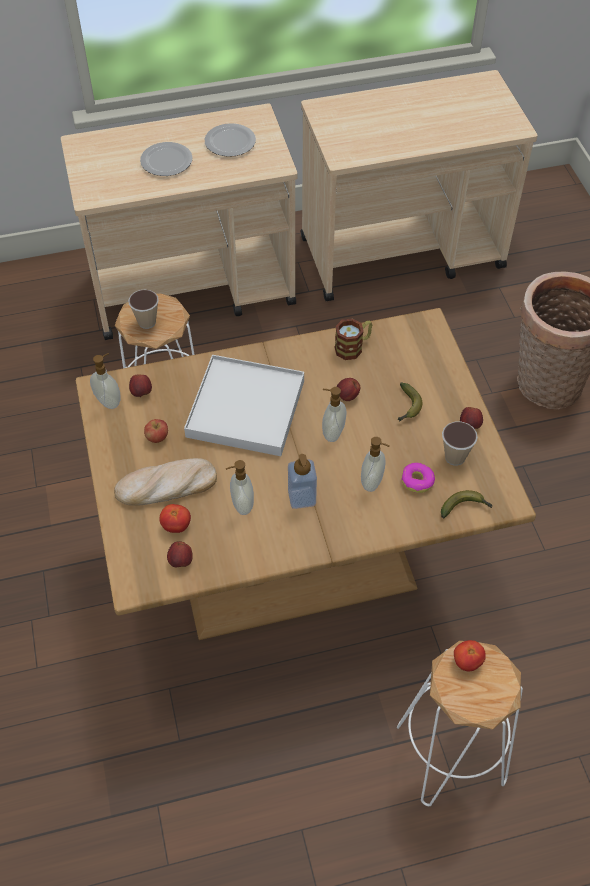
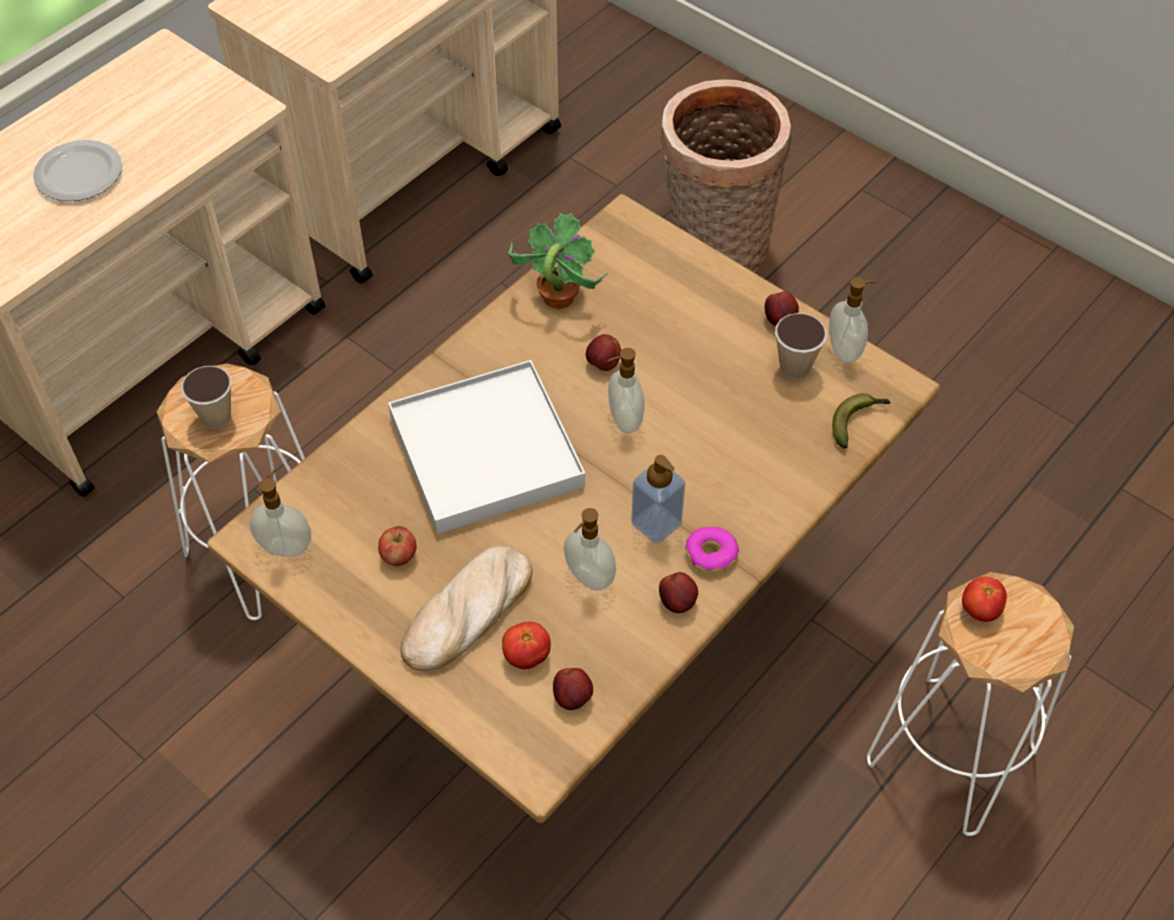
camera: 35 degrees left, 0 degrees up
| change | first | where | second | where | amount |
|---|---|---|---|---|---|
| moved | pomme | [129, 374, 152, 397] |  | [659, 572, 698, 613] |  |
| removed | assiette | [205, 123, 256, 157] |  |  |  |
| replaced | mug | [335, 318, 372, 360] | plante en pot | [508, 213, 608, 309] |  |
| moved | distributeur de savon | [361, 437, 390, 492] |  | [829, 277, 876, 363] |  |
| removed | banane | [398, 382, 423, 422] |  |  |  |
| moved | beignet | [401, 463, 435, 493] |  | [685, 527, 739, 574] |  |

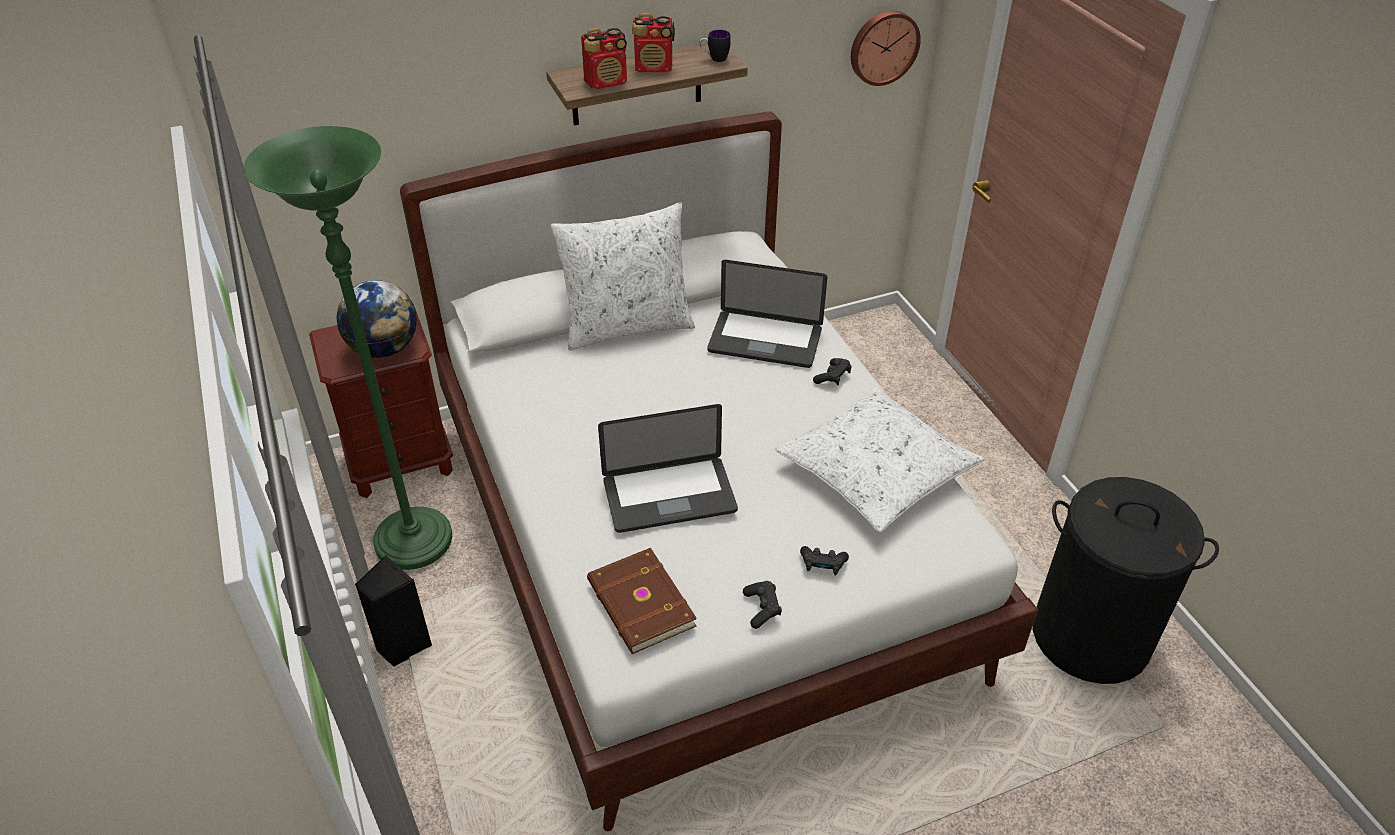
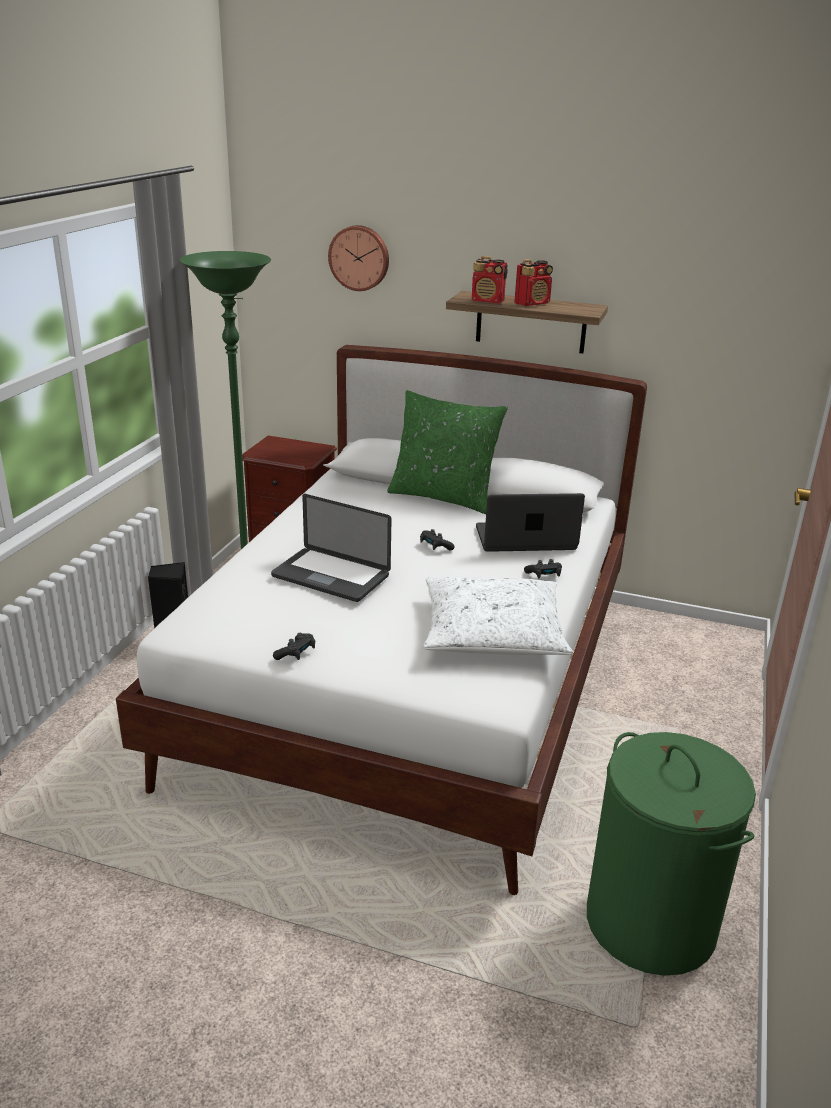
camera: 40 degrees right, 15 degrees down
| change | first | where | second | where | amount |
|---|---|---|---|---|---|
| removed | globe | [336, 280, 417, 358] |  |  |  |
| recoloured | coussin (blanc) | [551, 203, 695, 351] | coussin (vert) | [387, 390, 508, 514] |  |
| removed | livre (marron) | [587, 548, 697, 654] |  |  |  |
| turned | radio | [632, 13, 675, 72] |  | [514, 259, 553, 306] | 75 degrees counterclockwise |
| removed | mug | [699, 30, 731, 62] |  |  |  |
| turned | ordinateur portable | [707, 260, 827, 368] |  | [476, 493, 585, 552] | 120 degrees clockwise |
| moved | manette (noir) | [800, 546, 849, 576] |  | [420, 529, 454, 551] |  |
| moved | horloge murale | [851, 11, 921, 86] |  | [328, 225, 389, 291] |  |
| recoloured | panier à linge (noir) | [1033, 477, 1219, 684] | panier à linge (vert) | [587, 732, 756, 976] |  |

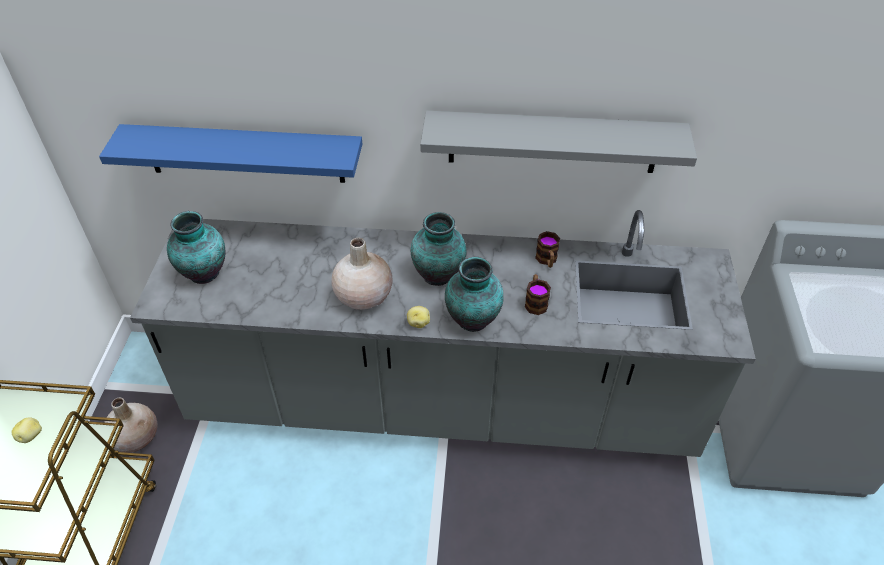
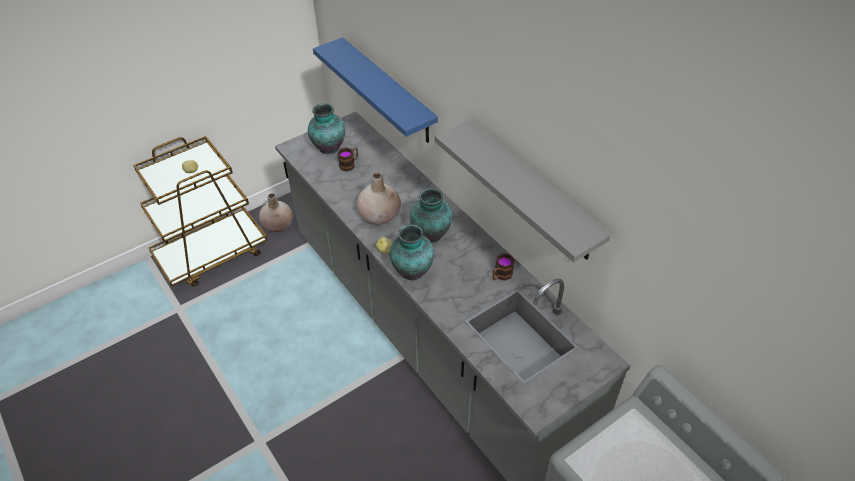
camera: 50 degrees right, 0 degrees up
| change | first | where | second | where | amount |
|---|---|---|---|---|---|
| moved | mug | [525, 274, 551, 315] |  | [337, 147, 358, 172] |  |

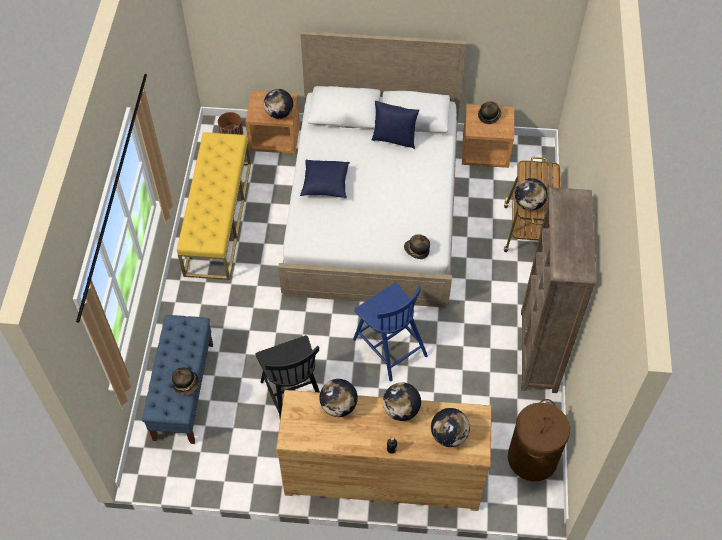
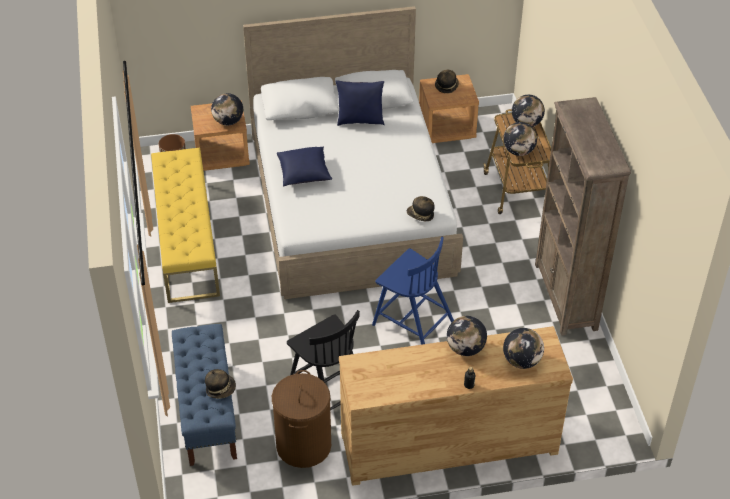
camera: 15 degrees left, 10 degrees down
| change | first | where | second | where | amount |
|---|---|---|---|---|---|
| moved | globe | [319, 379, 358, 417] |  | [512, 95, 545, 127] |  |
| moved | panier à linge (marron) | [508, 399, 570, 482] |  | [272, 370, 331, 468] |  |

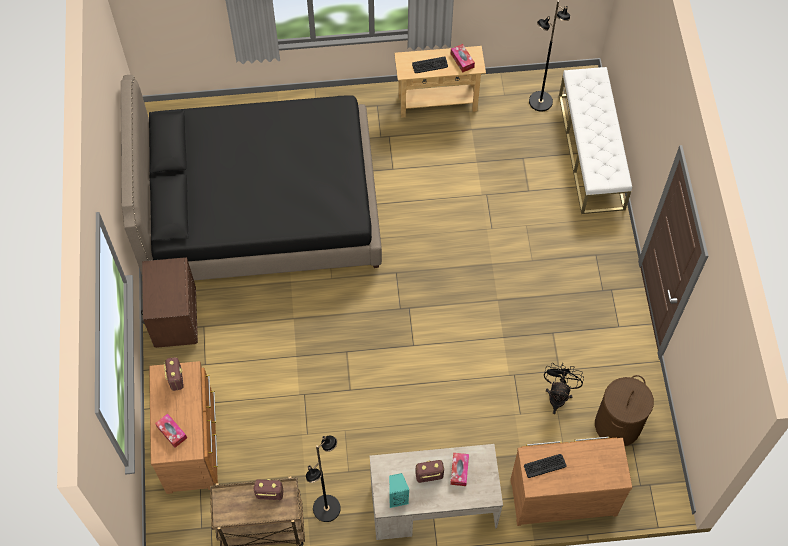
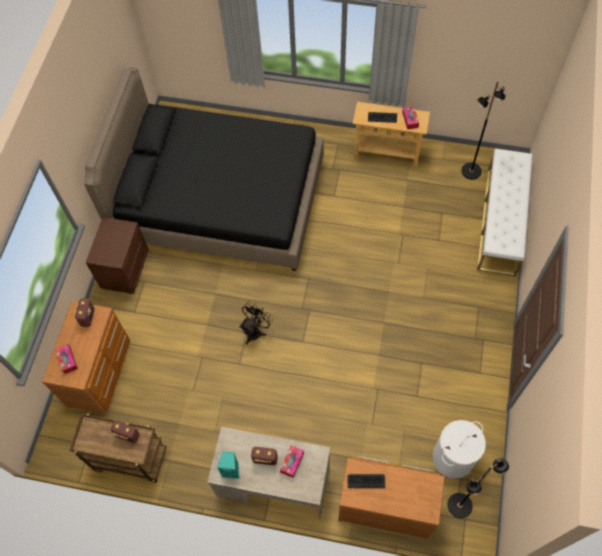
camera: 20 degrees right, 0 degrees up
| change | first | where | second | where | amount |
|---|---|---|---|---|---|
| moved | lampadaire (noir) | [306, 435, 341, 522] |  | [448, 458, 509, 518] |  |
| moved | ventilateur (noir) | [544, 363, 584, 414] |  | [239, 301, 273, 344] |  |
| recoloured | panier à linge (marron) | [595, 375, 654, 446] | panier à linge (blanc) | [433, 420, 486, 479] |  |

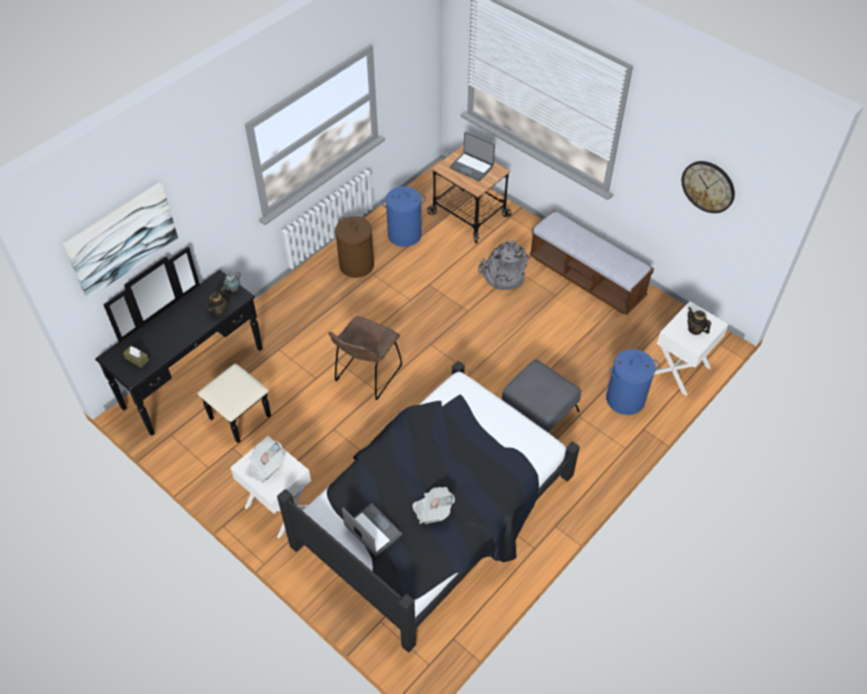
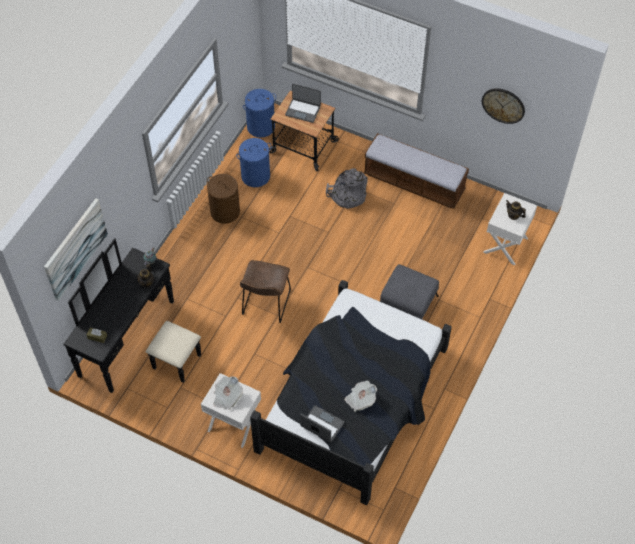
camera: 15 degrees left, 5 degrees up
| change | first | where | second | where | amount |
|---|---|---|---|---|---|
| moved | panier à linge (bleu) | [606, 349, 659, 415] |  | [243, 89, 276, 138] |  |

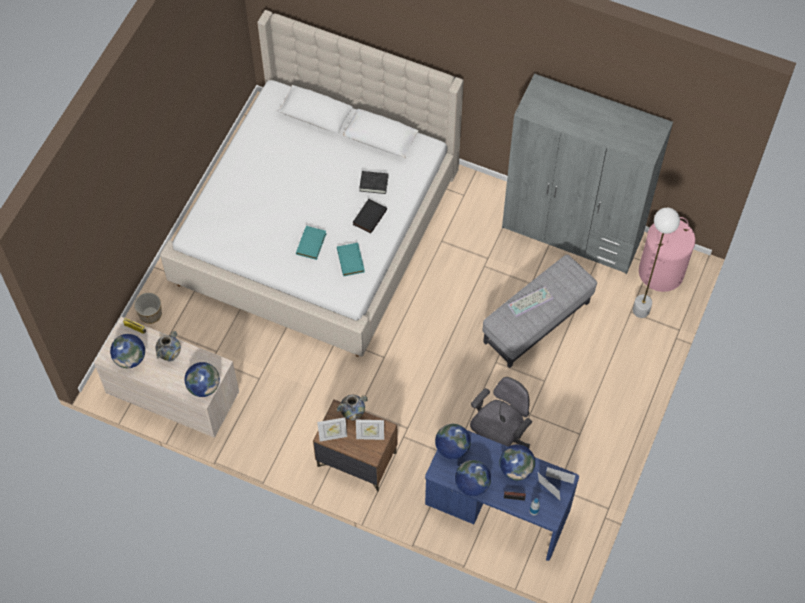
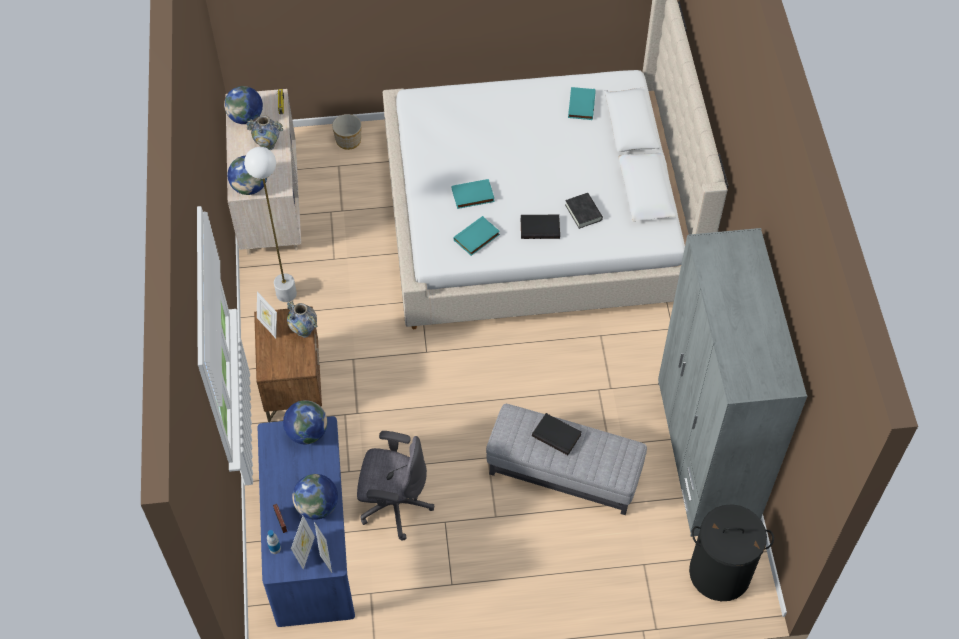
camera: 60 degrees right, 5 degrees down
| change | first | where | second | where | amount |
|---|---|---|---|---|---|
| removed | cadre photo | [356, 420, 384, 440] |  |  |  |
| removed | globe | [455, 460, 491, 496] |  |  |  |
| replaced | clavier | [508, 286, 554, 318] | livre (noir) | [532, 413, 582, 455] |  |
| moved | lampadaire (blanc) | [633, 208, 680, 318] |  | [244, 147, 297, 302] |  |
| recoloured | panier à linge (rose) | [639, 217, 695, 292] | panier à linge (noir) | [689, 504, 774, 601] |  |
| added |  |  | livre (turquoise) | [568, 87, 596, 120] |  |

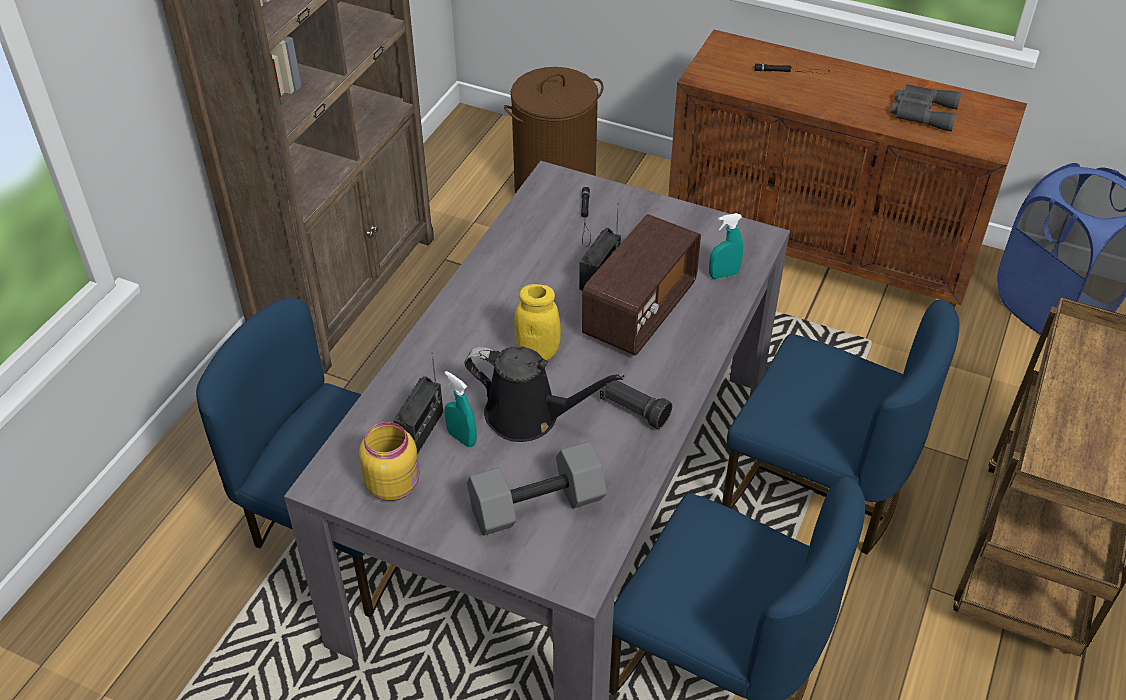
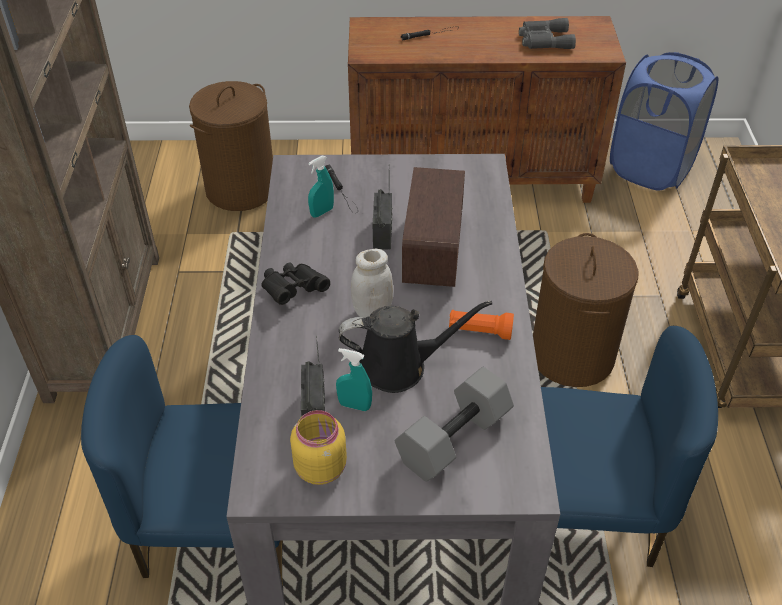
camera: 25 degrees left, 0 degrees up
| change | first | where | second | where | amount |
|---|---|---|---|---|---|
| recoloured | bocal (jaune) | [514, 284, 561, 361] | bocal (blanc) | [351, 249, 393, 318] |  |
| recoloured | lampe de poche (noir) | [600, 380, 672, 429] | lampe de poche (orange) | [449, 310, 514, 340] |  |
| moved | vaporisateur (turquoise) | [709, 213, 743, 279] |  | [308, 156, 334, 218] |  |
| replaced | chaise (bleu) | [722, 300, 960, 554] | panier à linge (marron) | [533, 233, 639, 387] |  |
| added |  |  | jumelles (noir) | [261, 262, 330, 305] |  |

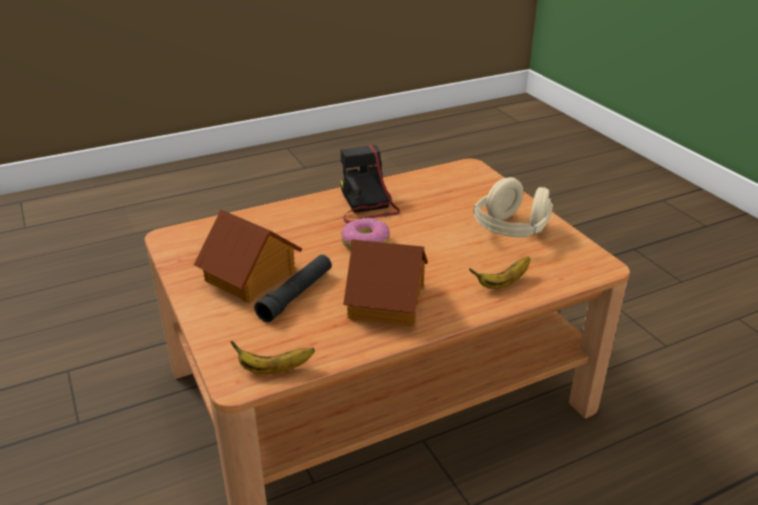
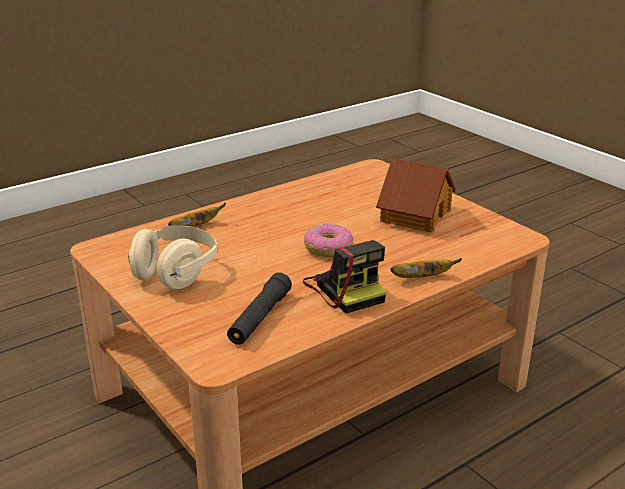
camera: 170 degrees right, 5 degrees down
| change | first | where | second | where | amount |
|---|---|---|---|---|---|
| moved | banane | [230, 341, 315, 374] |  | [391, 258, 462, 278] |  |
| moved | lampe de poche (noir) | [254, 255, 332, 322] |  | [227, 272, 292, 345] |  |
| removed | maison miniature | [343, 239, 427, 327] |  |  |  |

